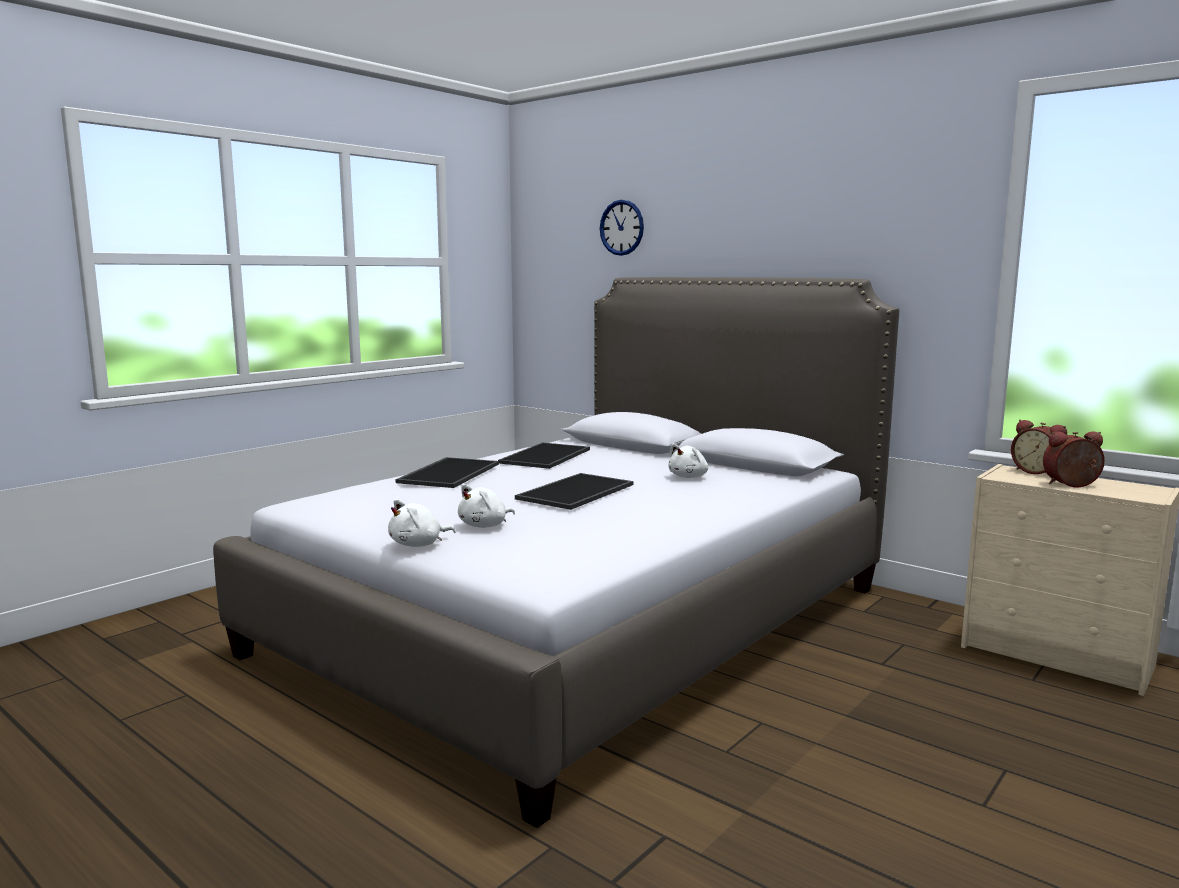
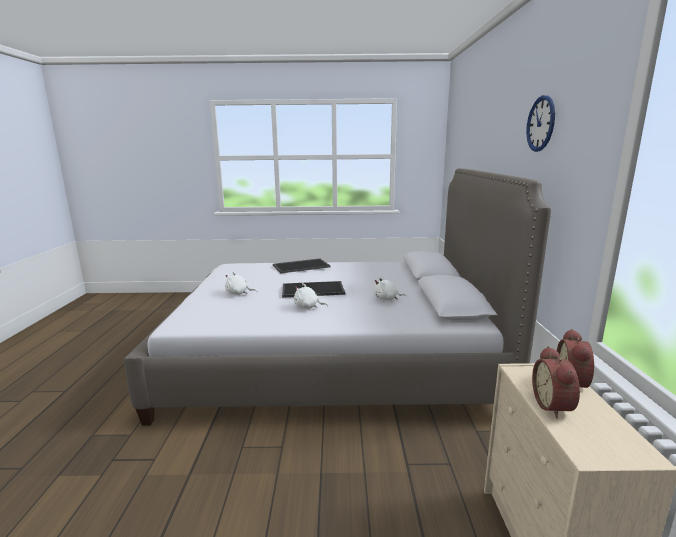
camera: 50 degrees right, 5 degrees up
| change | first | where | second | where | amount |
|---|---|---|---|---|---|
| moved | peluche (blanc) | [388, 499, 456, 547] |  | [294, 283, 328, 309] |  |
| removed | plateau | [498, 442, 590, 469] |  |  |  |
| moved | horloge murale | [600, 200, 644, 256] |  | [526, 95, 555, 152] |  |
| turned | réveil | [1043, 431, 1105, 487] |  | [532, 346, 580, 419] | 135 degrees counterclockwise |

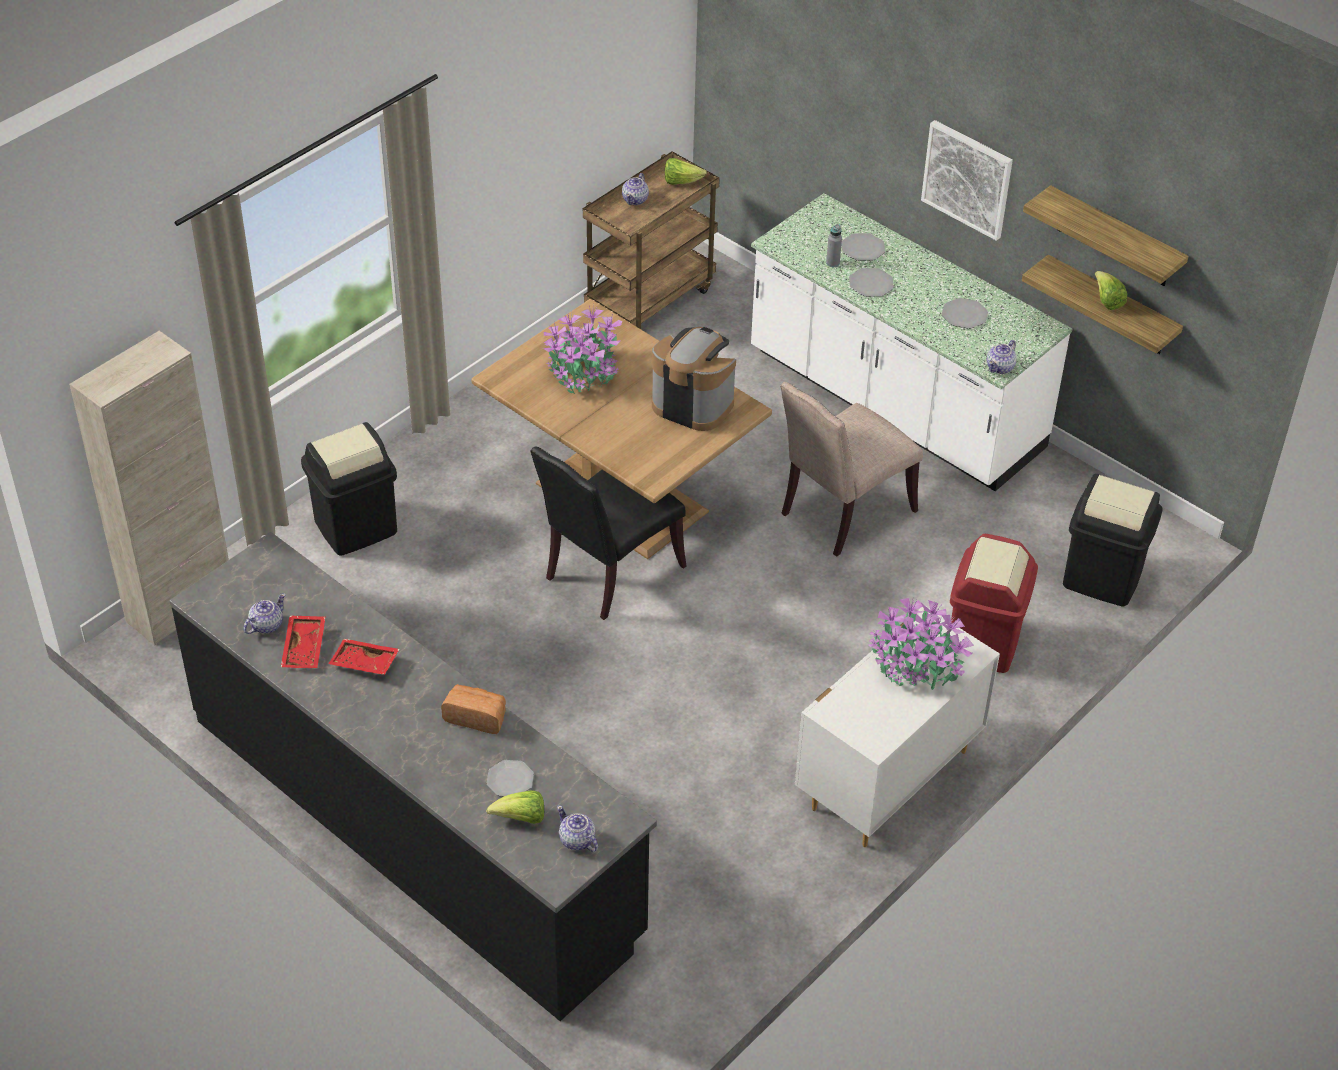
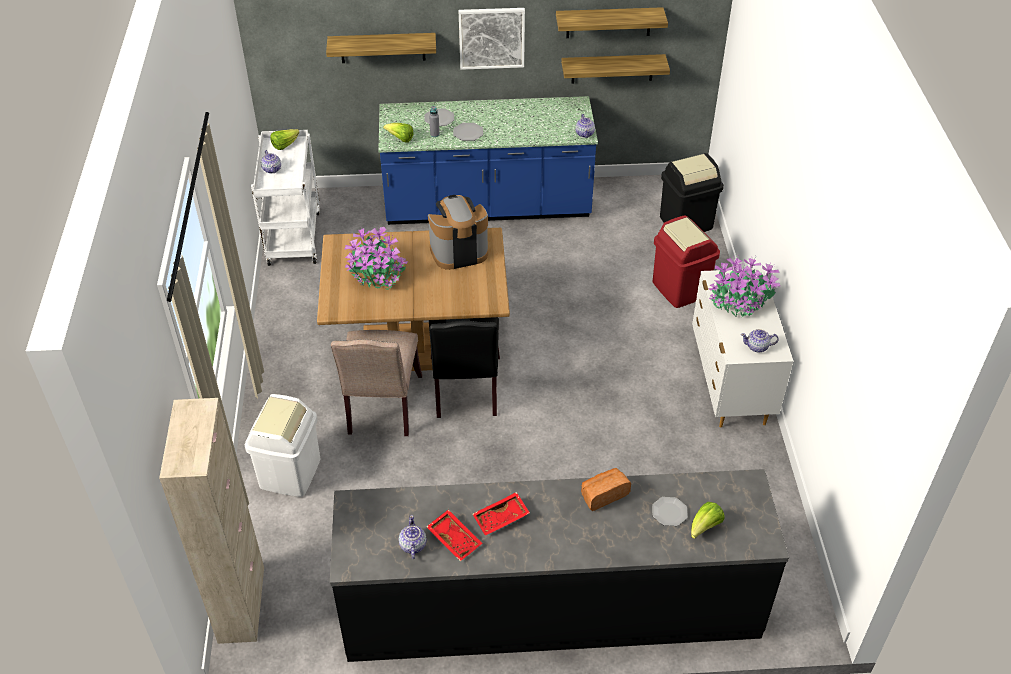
camera: 45 degrees left, 0 degrees up
| change | first | where | second | where | amount |
|---|---|---|---|---|---|
| recoloured | poubelle (noir) | [301, 422, 397, 556] | poubelle (blanc) | [245, 394, 321, 497] |  |
| moved | théière | [557, 805, 598, 852] |  | [741, 329, 779, 353] |  |
| recoloured | chariot (marron) | [583, 151, 720, 328] | chariot (blanc) | [251, 130, 320, 266] |  |
| recoloured | comptoir de cuisine (blanc) | [751, 193, 1072, 491] | comptoir de cuisine (bleu) | [378, 96, 598, 225] |  |
| moved | chaise (beige) | [781, 382, 923, 557] |  | [331, 330, 422, 436] |  |
| removed | assiette | [942, 298, 988, 329] |  |  |  |
| moved | laitue | [1095, 271, 1127, 310] |  | [383, 123, 414, 143] |  |
| added |  |  | étagère | [326, 33, 436, 63] |  |

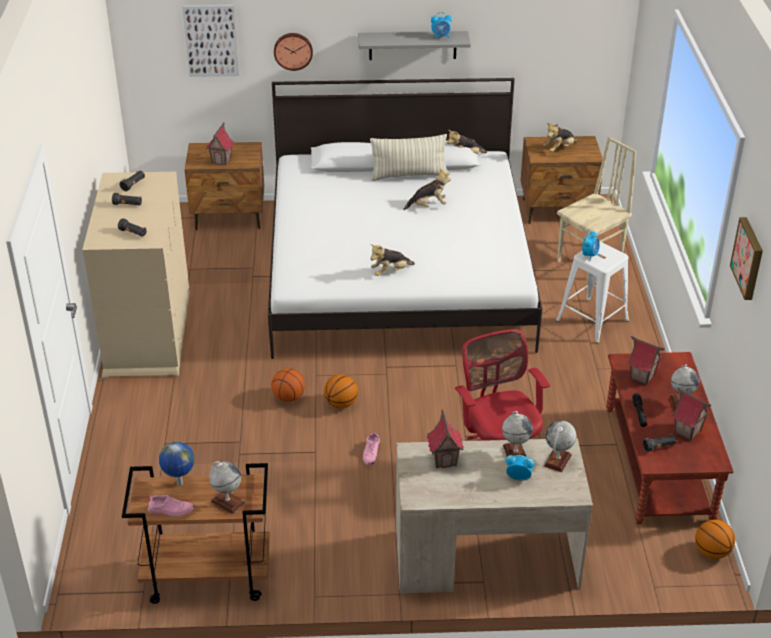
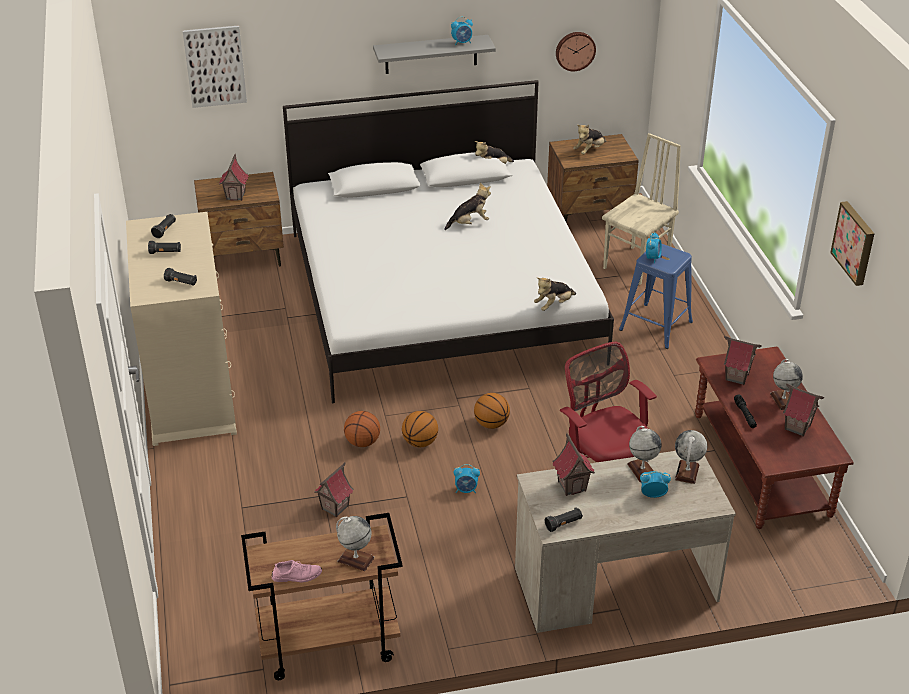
camera: 10 degrees left, 0 degrees up
| change | first | where | second | where | amount |
|---|---|---|---|---|---|
| removed | globe | [159, 442, 195, 486] |  |  |  |
| moved | horloge murale | [274, 33, 313, 71] |  | [556, 32, 596, 71] |  |
| replaced | chaussure (rose) | [363, 432, 380, 465] | réveil | [454, 464, 480, 493] |  |
| removed | coussin | [370, 134, 448, 181] |  |  |  |
| moved | peluche | [370, 244, 415, 276] |  | [534, 278, 576, 311] |  |
| recoloured | tabouret (blanc) | [556, 241, 629, 344] | tabouret (bleu) | [619, 243, 693, 349] |  |
| moved | lampe de poche (noir) | [643, 434, 676, 452] |  | [545, 507, 583, 532] |  |
| moved | ballon de basket | [695, 520, 735, 559] |  | [474, 393, 510, 429] |  |
| added |  |  | maison miniature | [314, 462, 354, 517] |  |

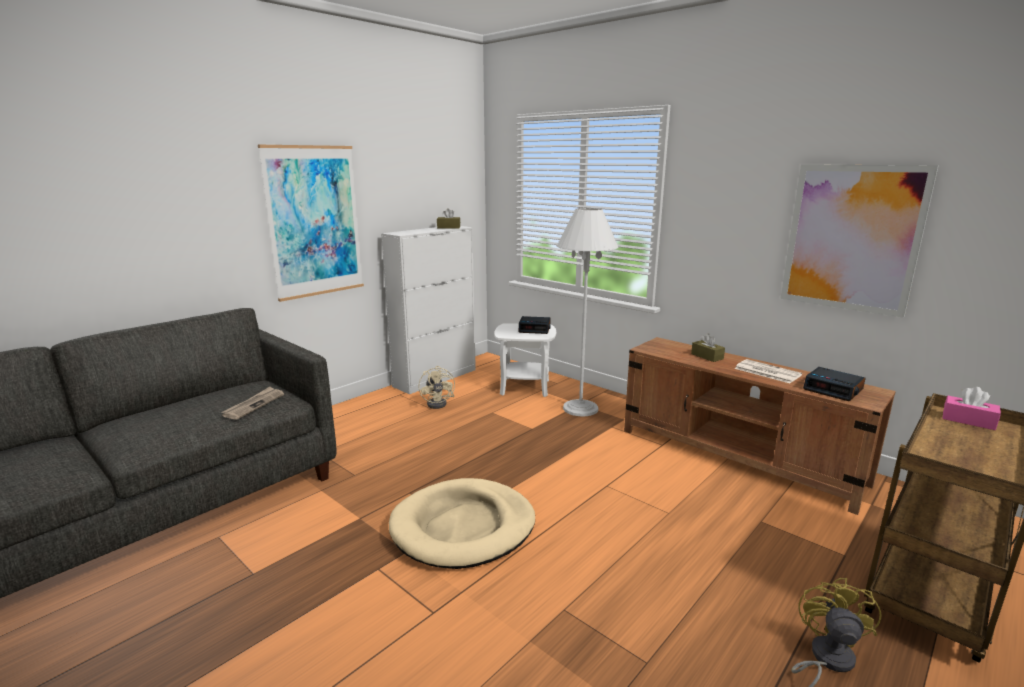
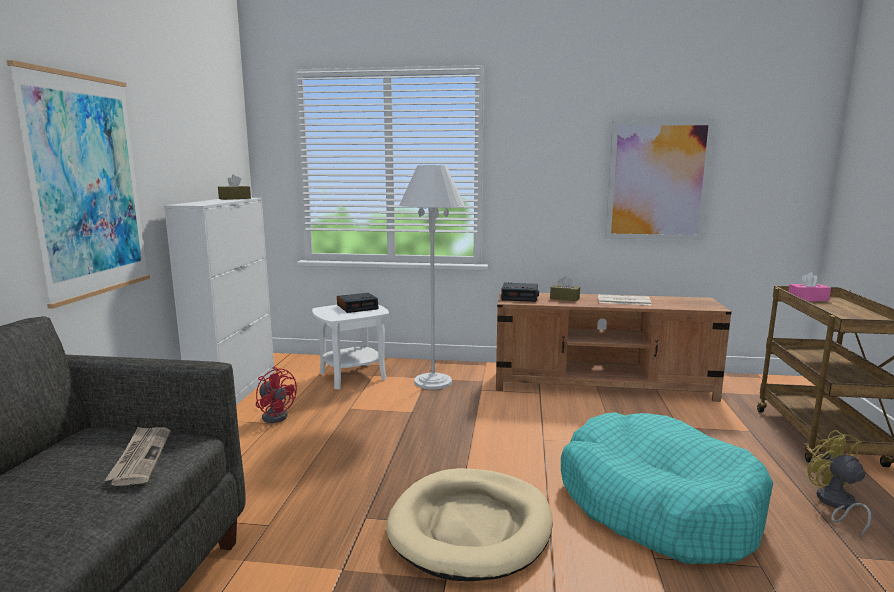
camera: 35 degrees left, 5 degrees down
| change | first | where | second | where | amount |
|---|---|---|---|---|---|
| recoloured | ventilateur (beige) | [418, 366, 455, 409] | ventilateur (rouge) | [256, 367, 297, 423] |  |
| moved | réveil | [803, 367, 866, 401] |  | [501, 282, 539, 302] |  |
| added |  |  | panier pour chien (turquoise) | [561, 412, 773, 564] |  |

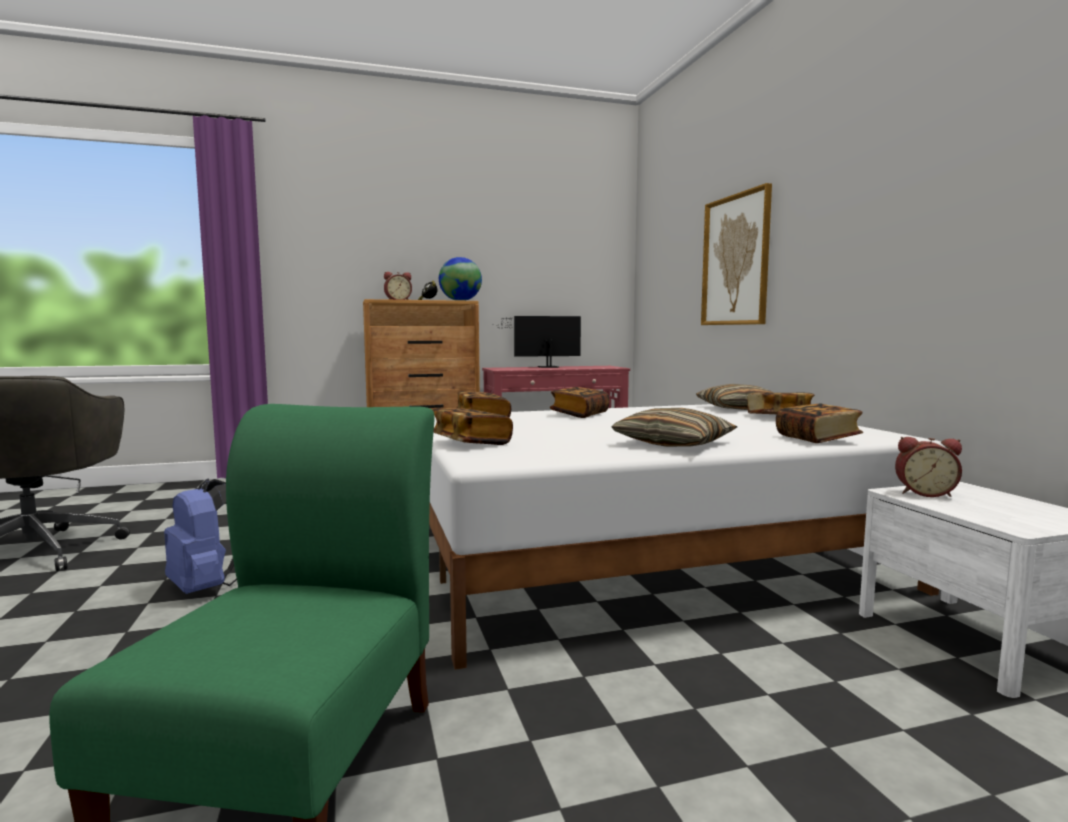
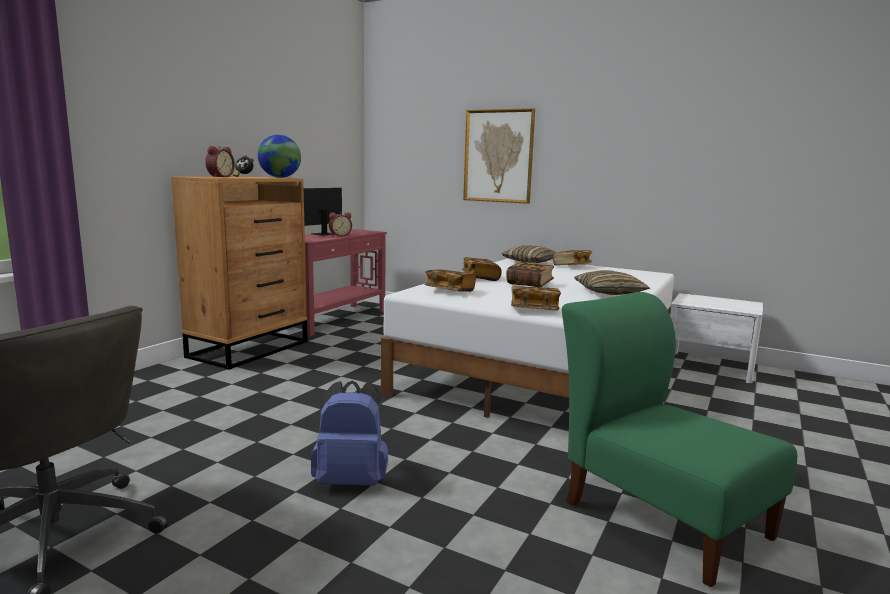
camera: 45 degrees left, 5 degrees up
| change | first | where | second | where | amount |
|---|---|---|---|---|---|
| moved | livre | [776, 403, 863, 443] |  | [506, 262, 554, 287] |  |
| moved | réveil | [895, 437, 962, 497] |  | [329, 212, 352, 236] |  |

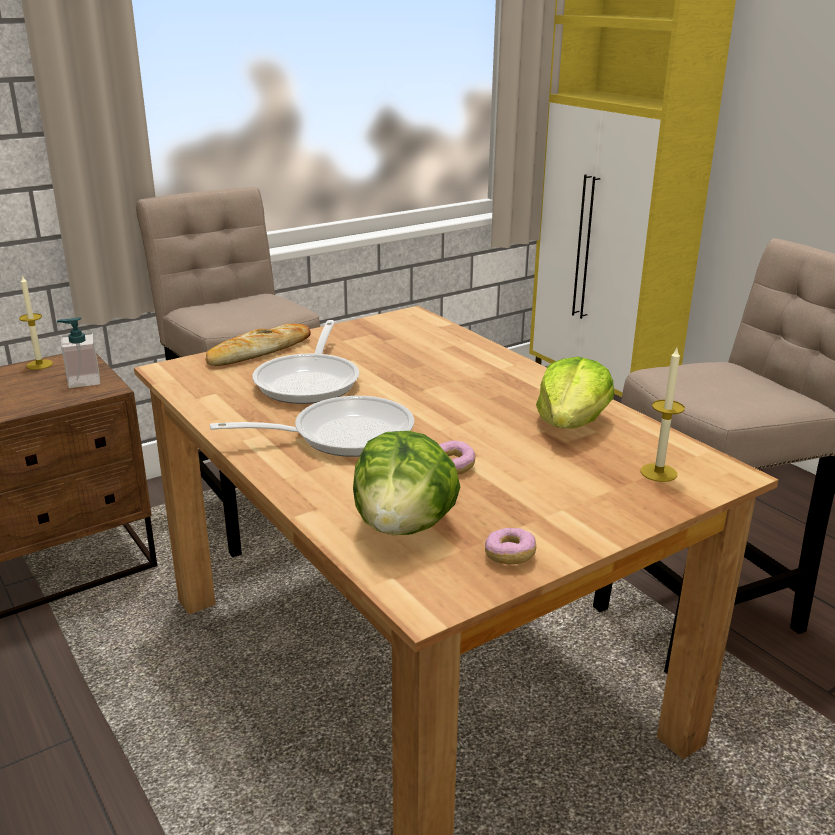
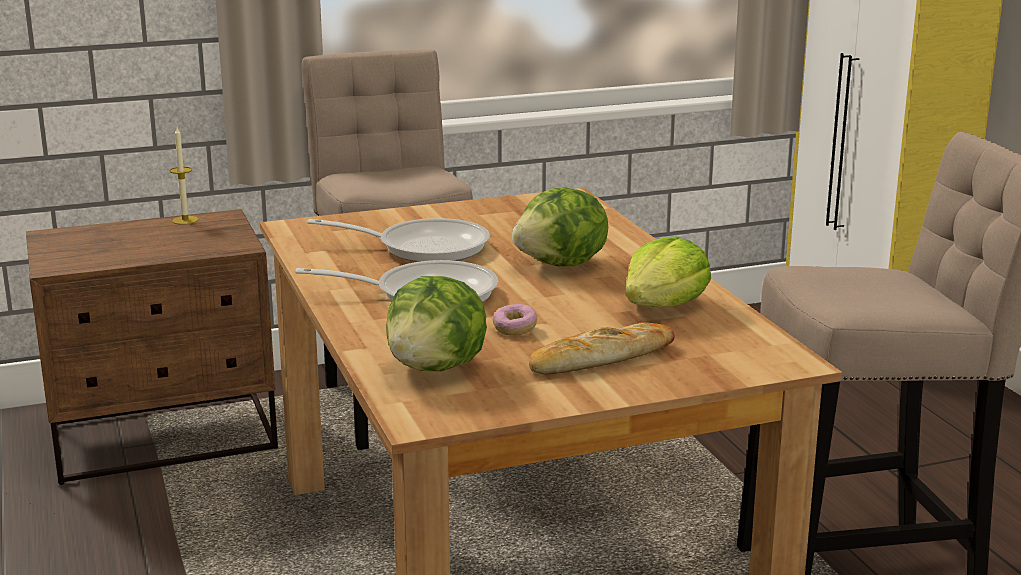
camera: 15 degrees right, 5 degrees down
| change | first | where | second | where | amount |
|---|---|---|---|---|---|
| removed | distributeur de savon | [57, 317, 100, 388] |  |  |  |
| moved | pain | [205, 324, 311, 366] |  | [529, 322, 675, 374] |  |
| turned | poêle | [252, 320, 359, 404] |  | [307, 218, 490, 262] | 105 degrees counterclockwise |
| removed | beignet | [485, 528, 536, 564] |  |  |  |
| removed | bougie | [641, 348, 685, 482] |  |  |  |
| added |  |  | laitue | [512, 187, 608, 266] |  |

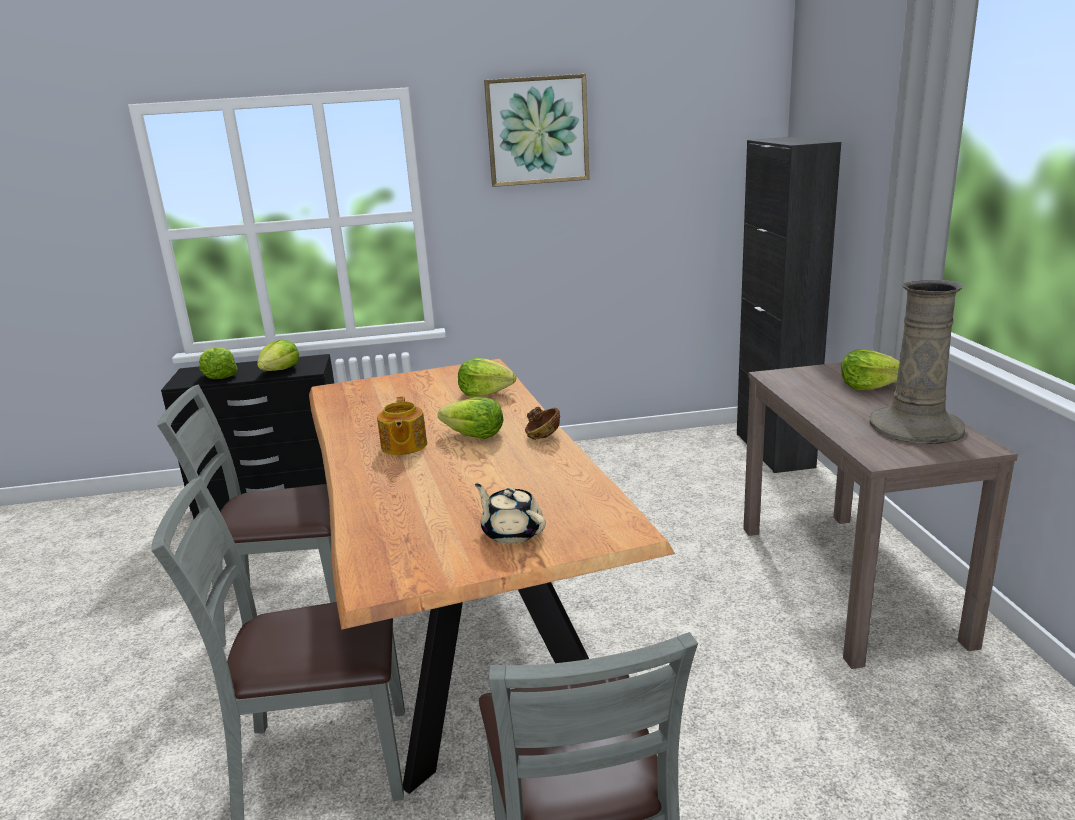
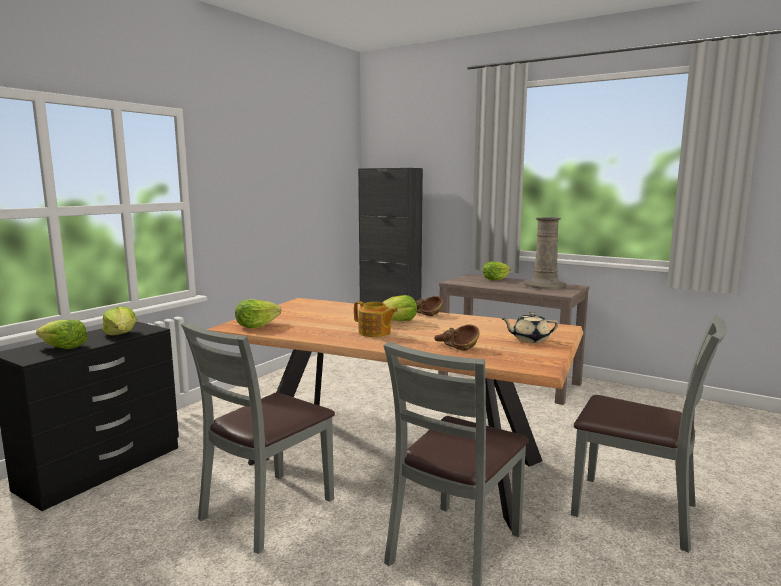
camera: 50 degrees left, 10 degrees down
| change | first | where | second | where | amount |
|---|---|---|---|---|---|
| moved | laitue | [458, 358, 516, 397] |  | [235, 300, 281, 328] |  |
| removed | tableau | [484, 74, 589, 187] |  |  |  |
| added |  |  | bol (marron) | [435, 325, 479, 351] |  |

